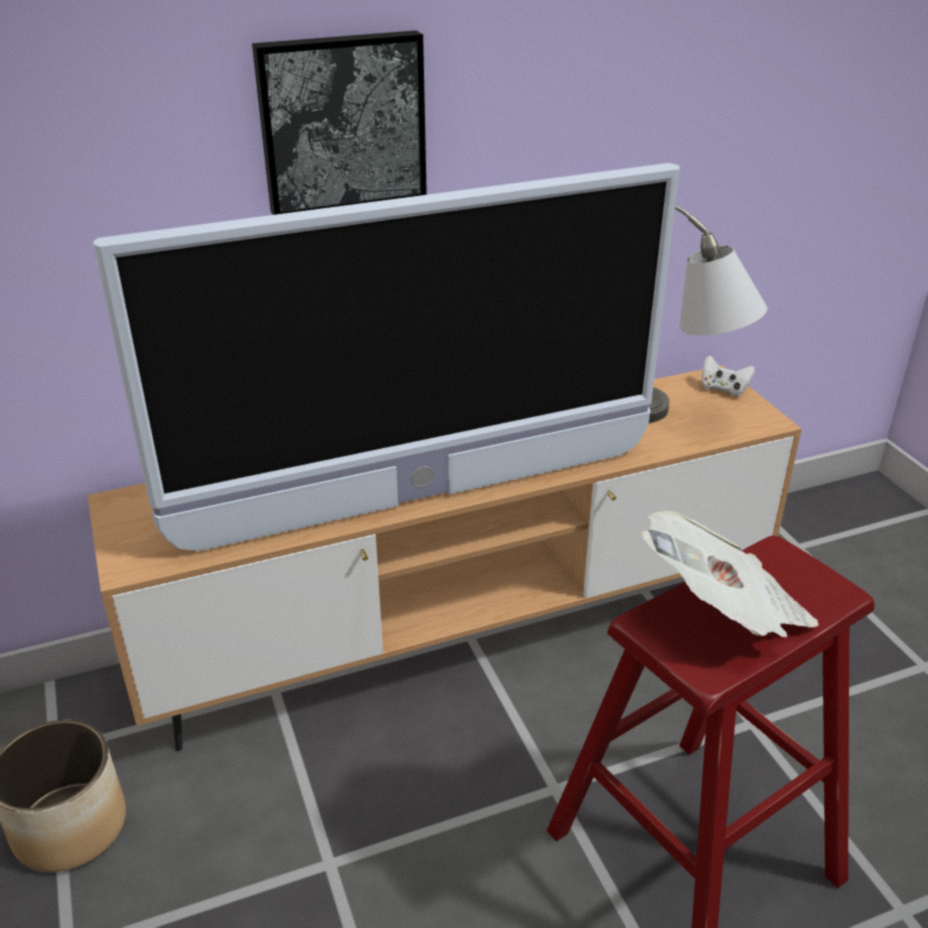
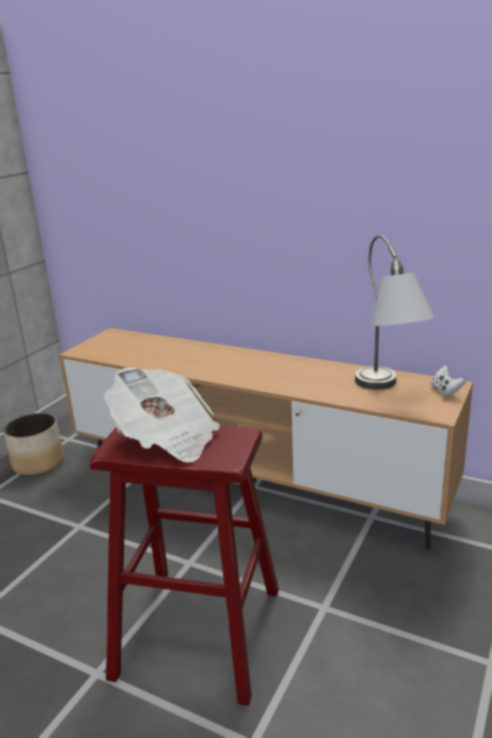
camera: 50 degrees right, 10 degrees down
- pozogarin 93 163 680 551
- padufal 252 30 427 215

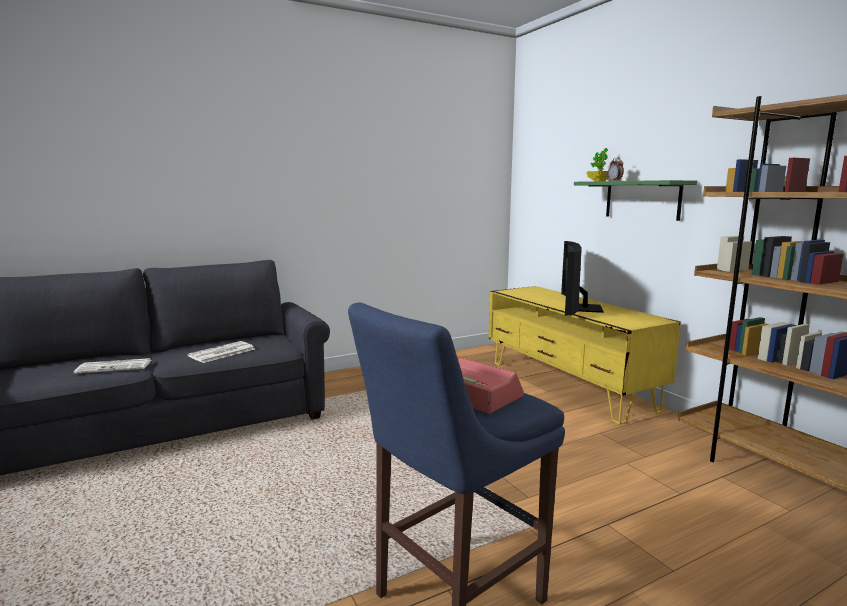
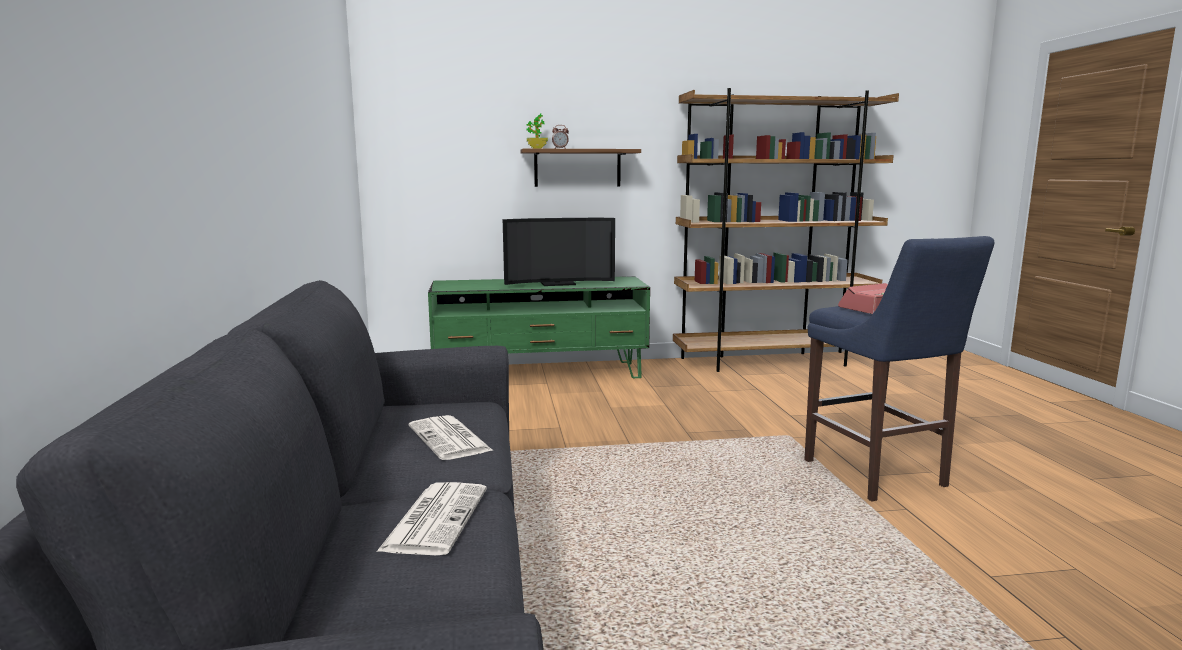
camera: 70 degrees left, 0 degrees up
~ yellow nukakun 489 286 681 424 to green nukakun 428 276 650 378
~ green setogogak 574 180 697 221 to brown setogogak 520 148 641 187
~ pozogarin 561 241 604 316 = 503 218 615 286 45 degrees counterclockwise

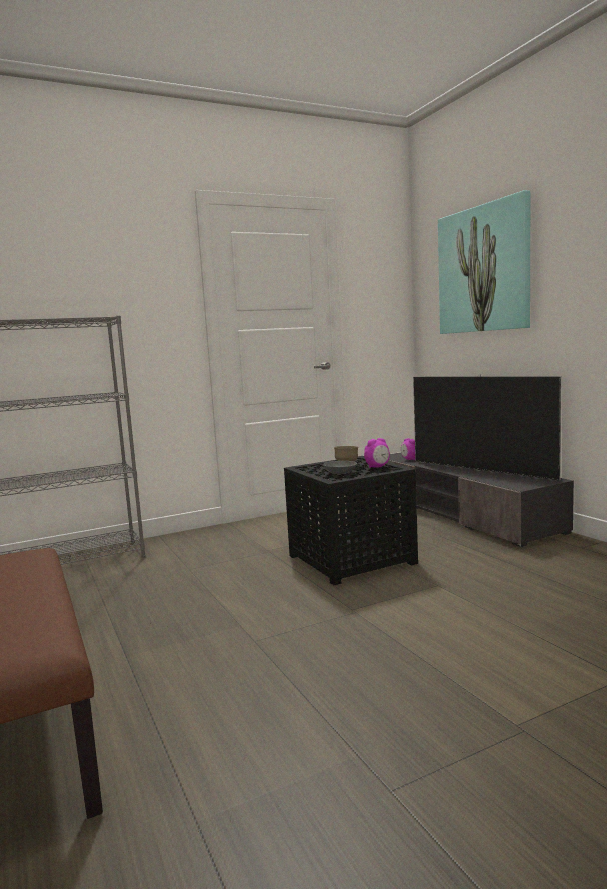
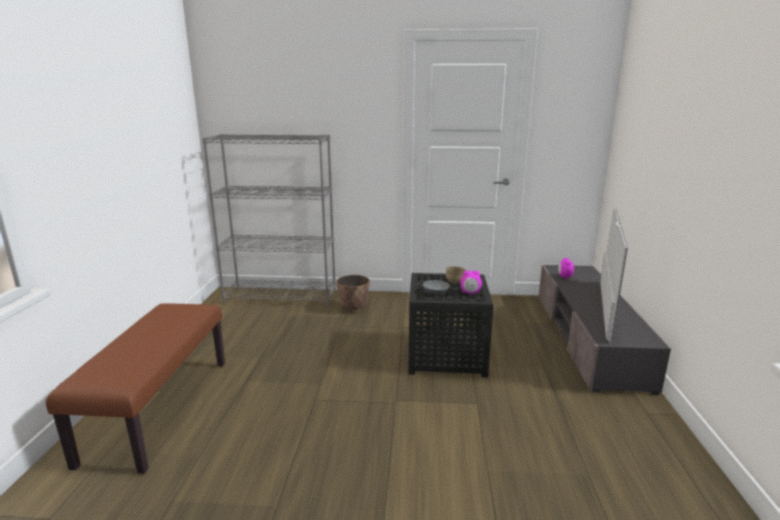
camera: 30 degrees right, 10 degrees up
- padufal 438 190 531 334
+ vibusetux 336 275 370 313
~ pozogarin 413 374 562 481 = 600 207 628 343 150 degrees counterclockwise

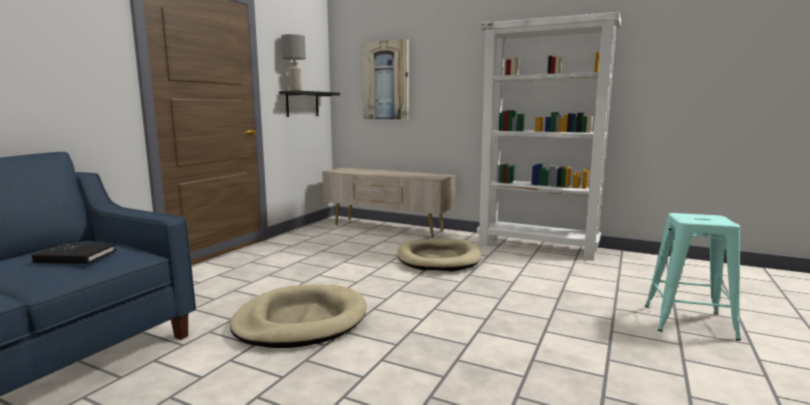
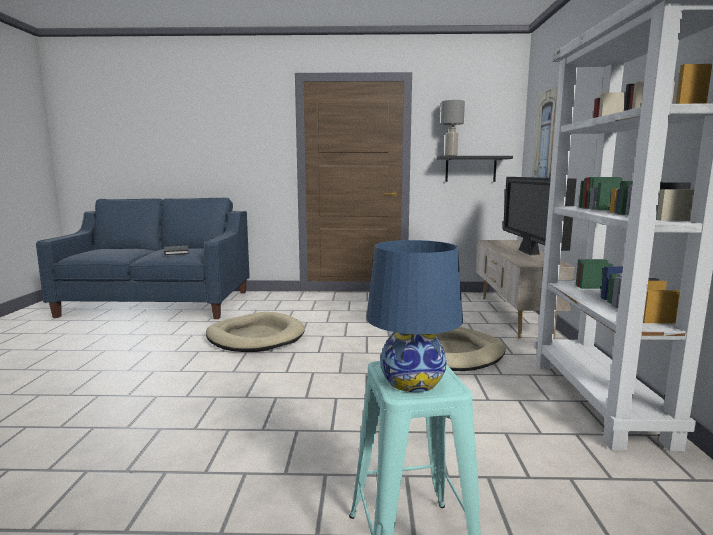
camera: 65 degrees right, 0 degrees up
+ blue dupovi 366 240 463 392
+ pozogarin 503 177 577 255

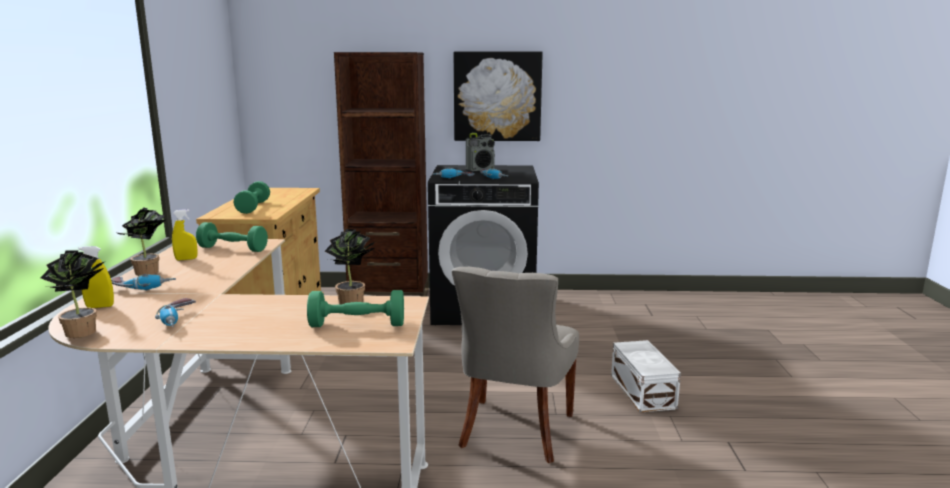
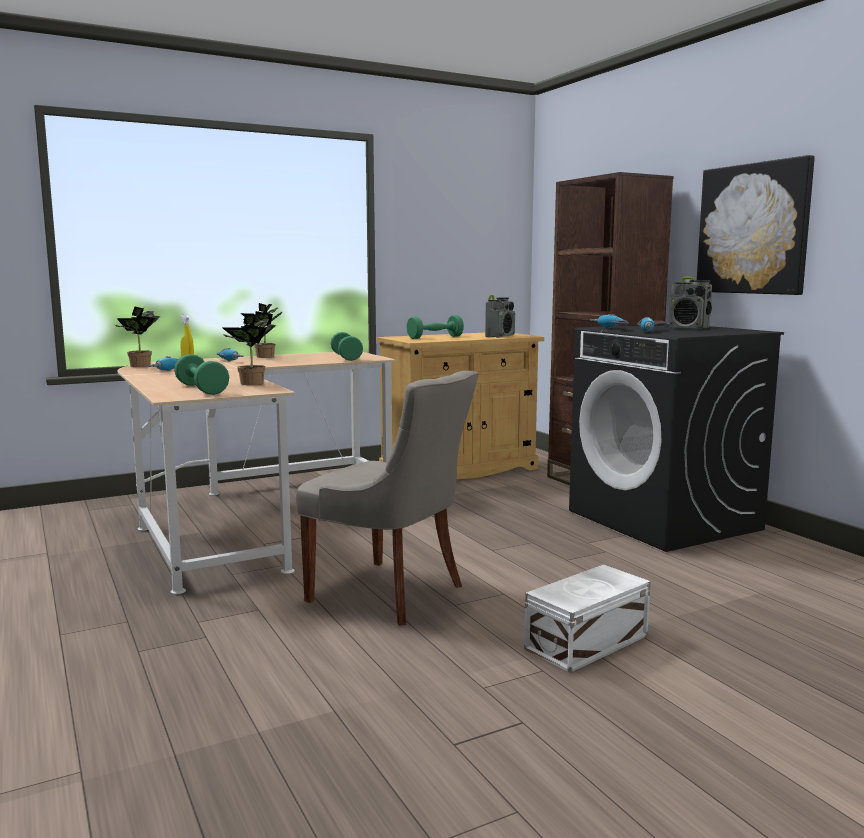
camera: 60 degrees right, 5 degrees down
- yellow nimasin 172 209 197 261
+ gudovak 485 295 515 338
~ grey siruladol 452 267 579 463 = 296 371 478 626 135 degrees counterclockwise

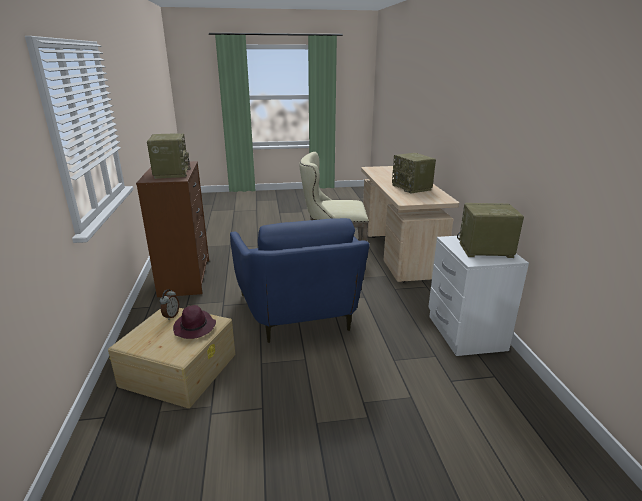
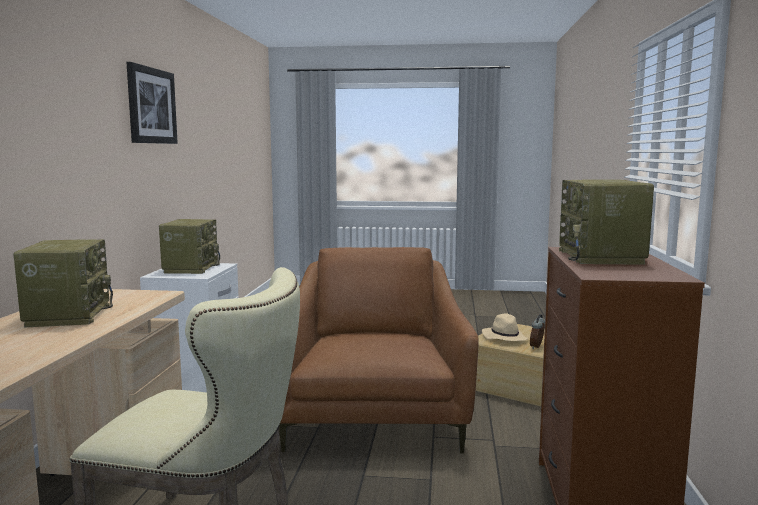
camera: 165 degrees left, 15 degrees down
+ padufal 126 62 178 144
~ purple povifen 173 305 216 339 to beige povifen 482 314 528 341
~ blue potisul 230 218 370 343 to brown potisul 279 247 479 453
~ gudovak 457 203 524 258 = 159 219 220 274 105 degrees counterclockwise

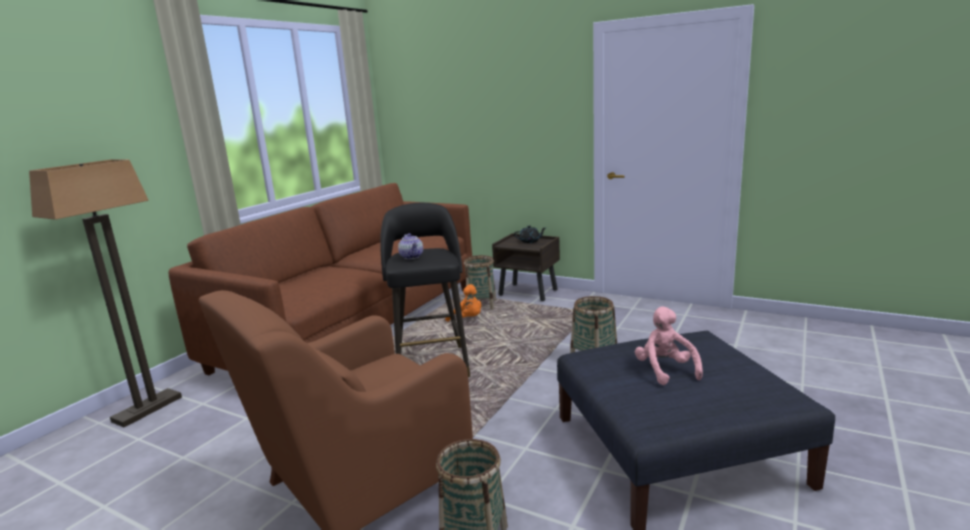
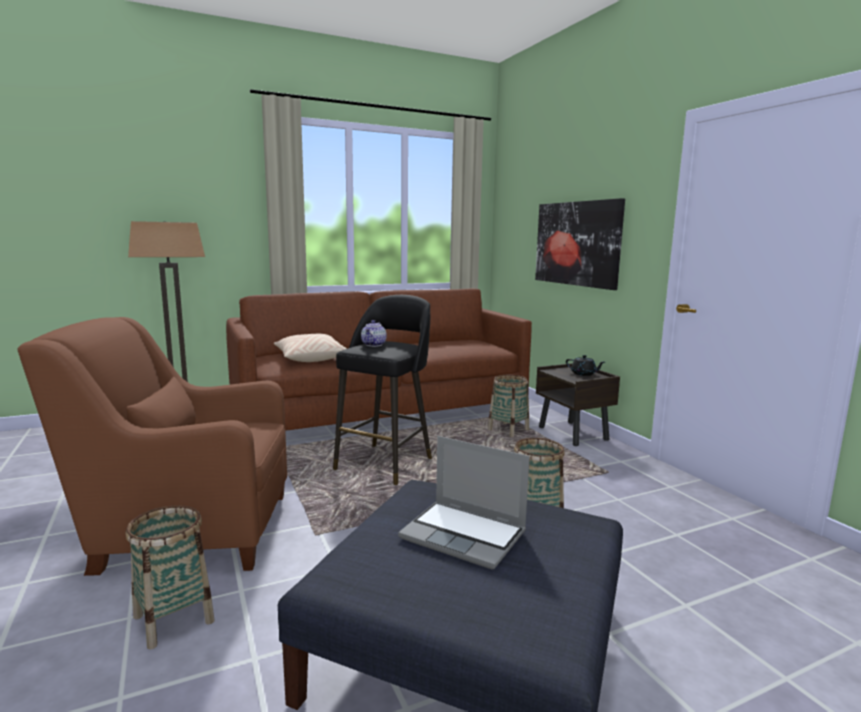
camera: 35 degrees right, 5 degrees down
- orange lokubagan 445 284 481 322
+ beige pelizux 274 334 347 362
+ padufal 535 198 625 290
~ pink lokubagan 635 307 703 385 to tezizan 398 436 530 569

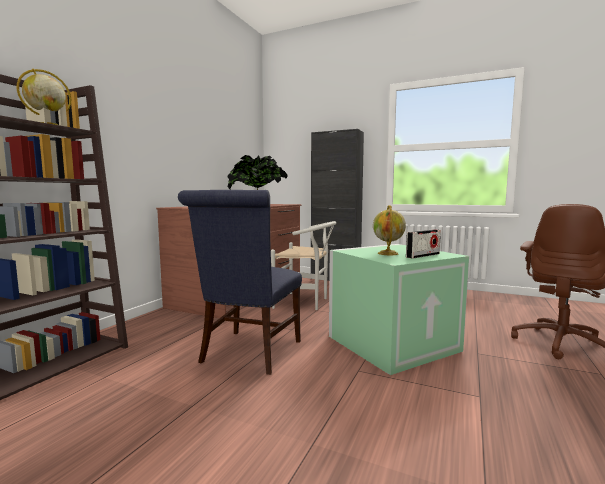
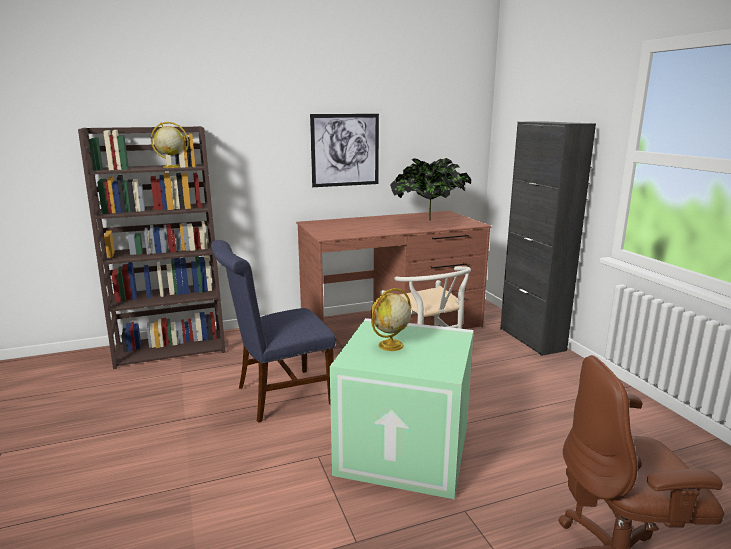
camera: 45 degrees right, 10 degrees up
- gudovak 406 229 441 259
+ padufal 310 114 379 187

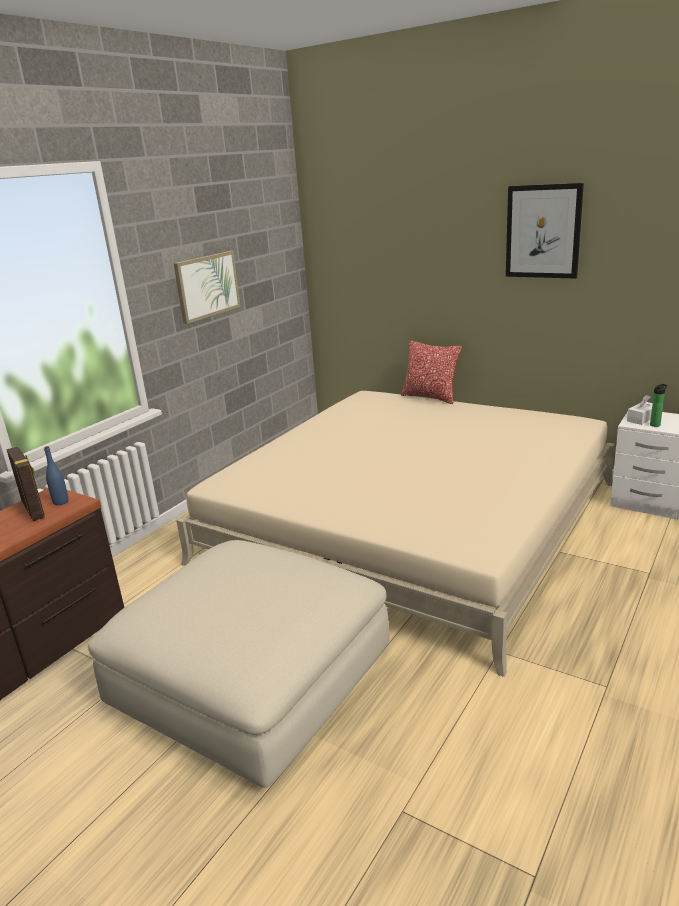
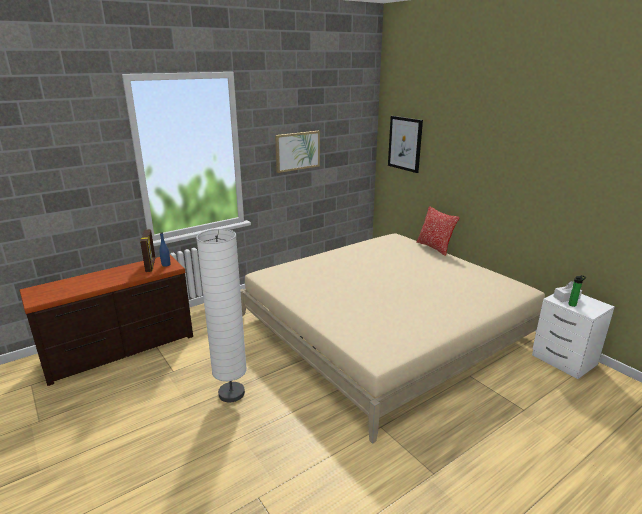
camera: 20 degrees right, 0 degrees up
~ padufal 506 183 584 279 to 388 116 423 173
~ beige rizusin 88 540 389 788 to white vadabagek 196 229 247 403

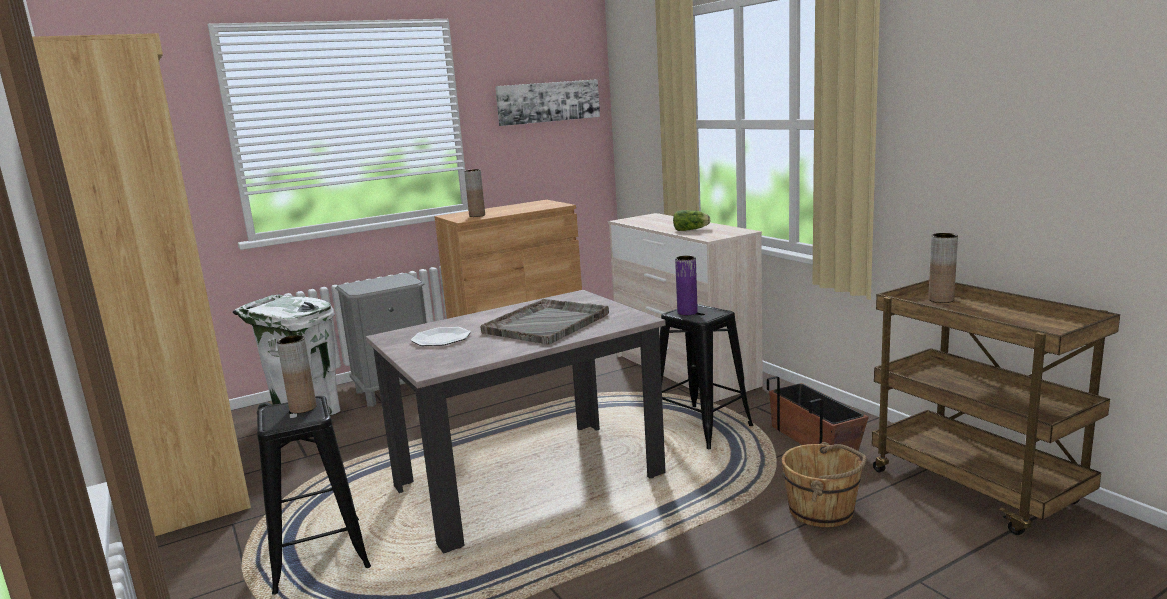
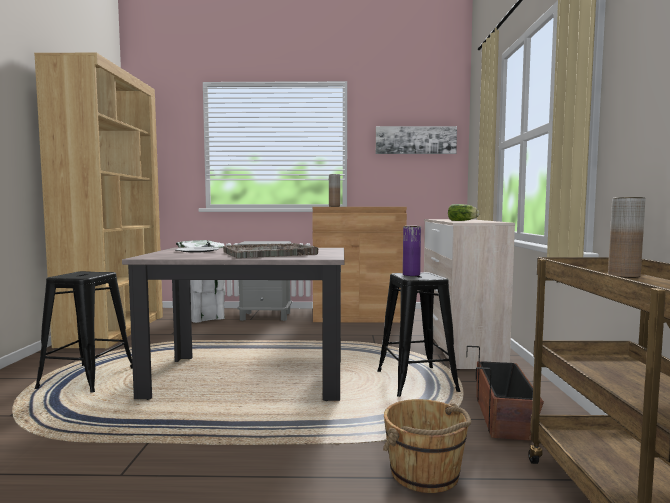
camera: 30 degrees right, 10 degrees down
- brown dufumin 277 335 317 413

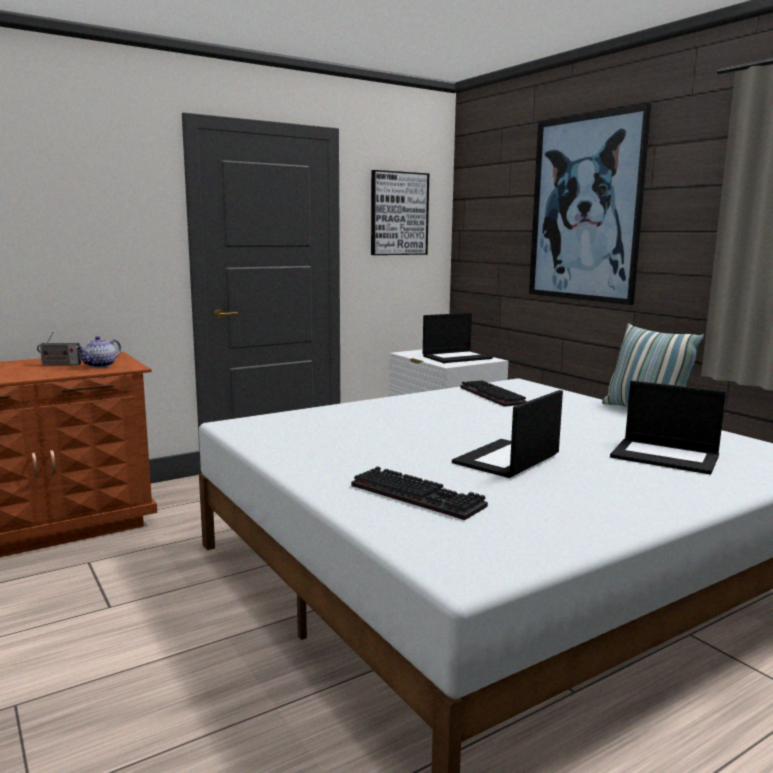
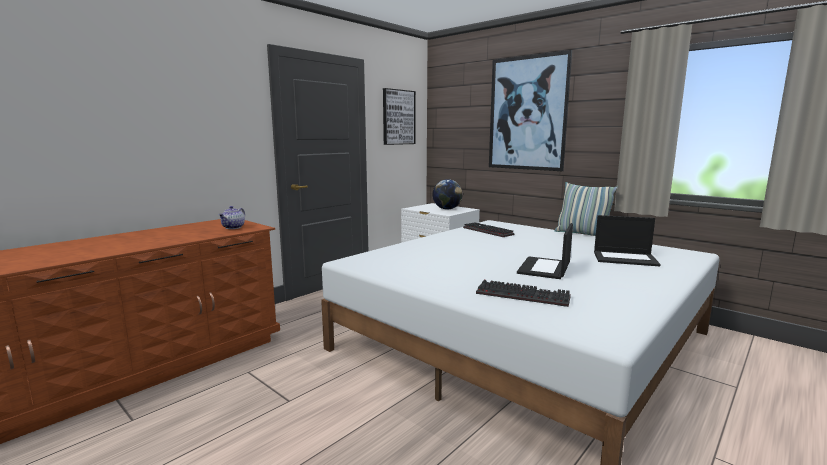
camera: 15 degrees left, 0 degrees up
- gudovak 37 332 81 365
~ tezizan 423 313 493 363 to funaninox 432 179 462 210

